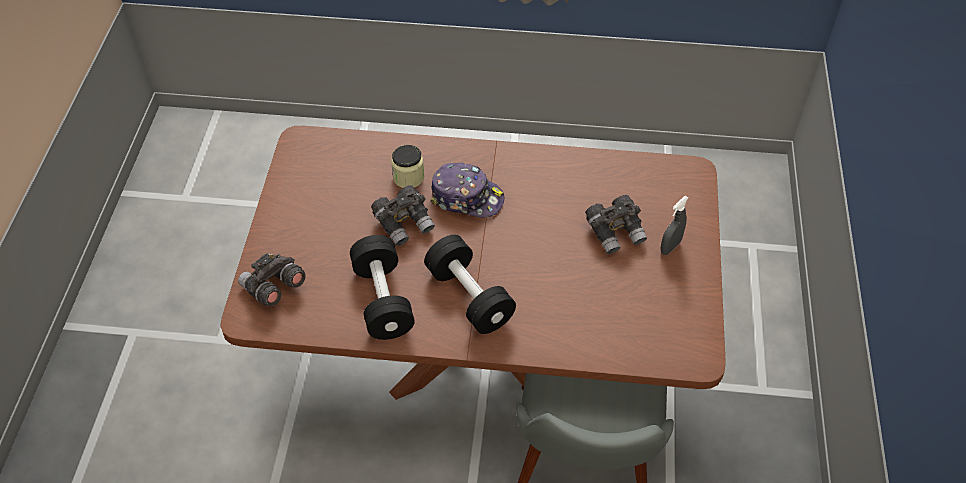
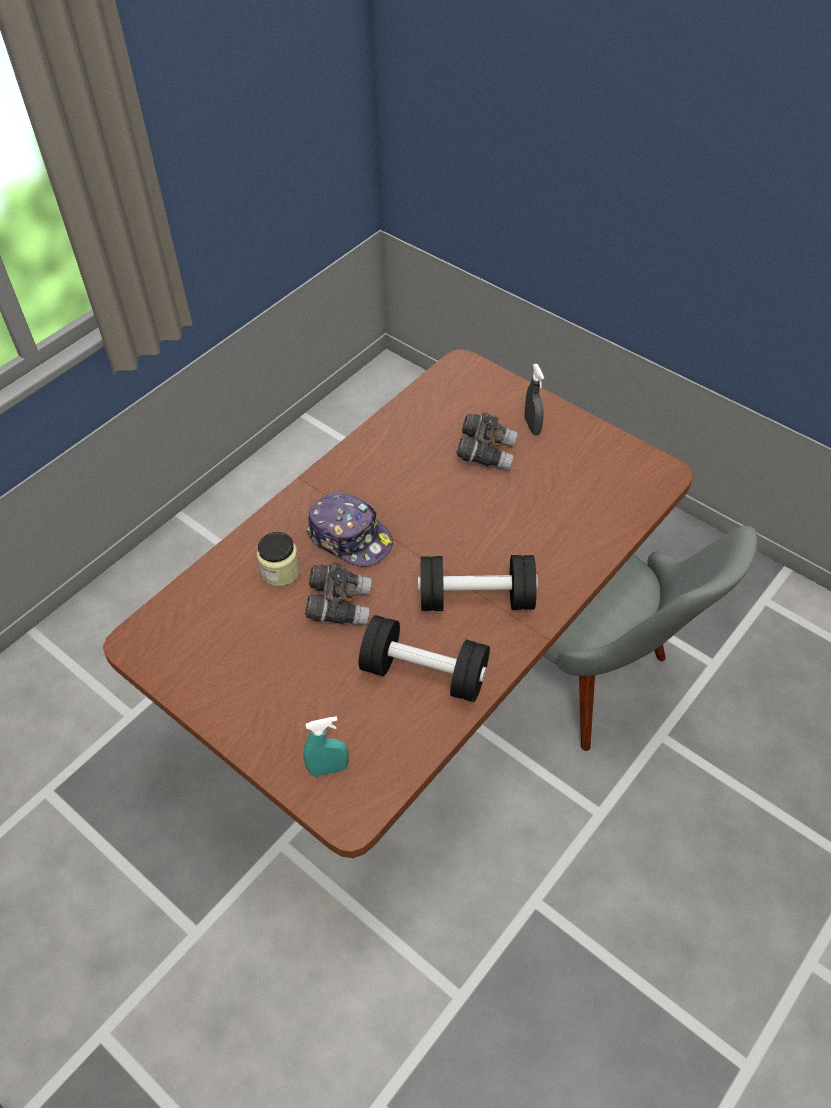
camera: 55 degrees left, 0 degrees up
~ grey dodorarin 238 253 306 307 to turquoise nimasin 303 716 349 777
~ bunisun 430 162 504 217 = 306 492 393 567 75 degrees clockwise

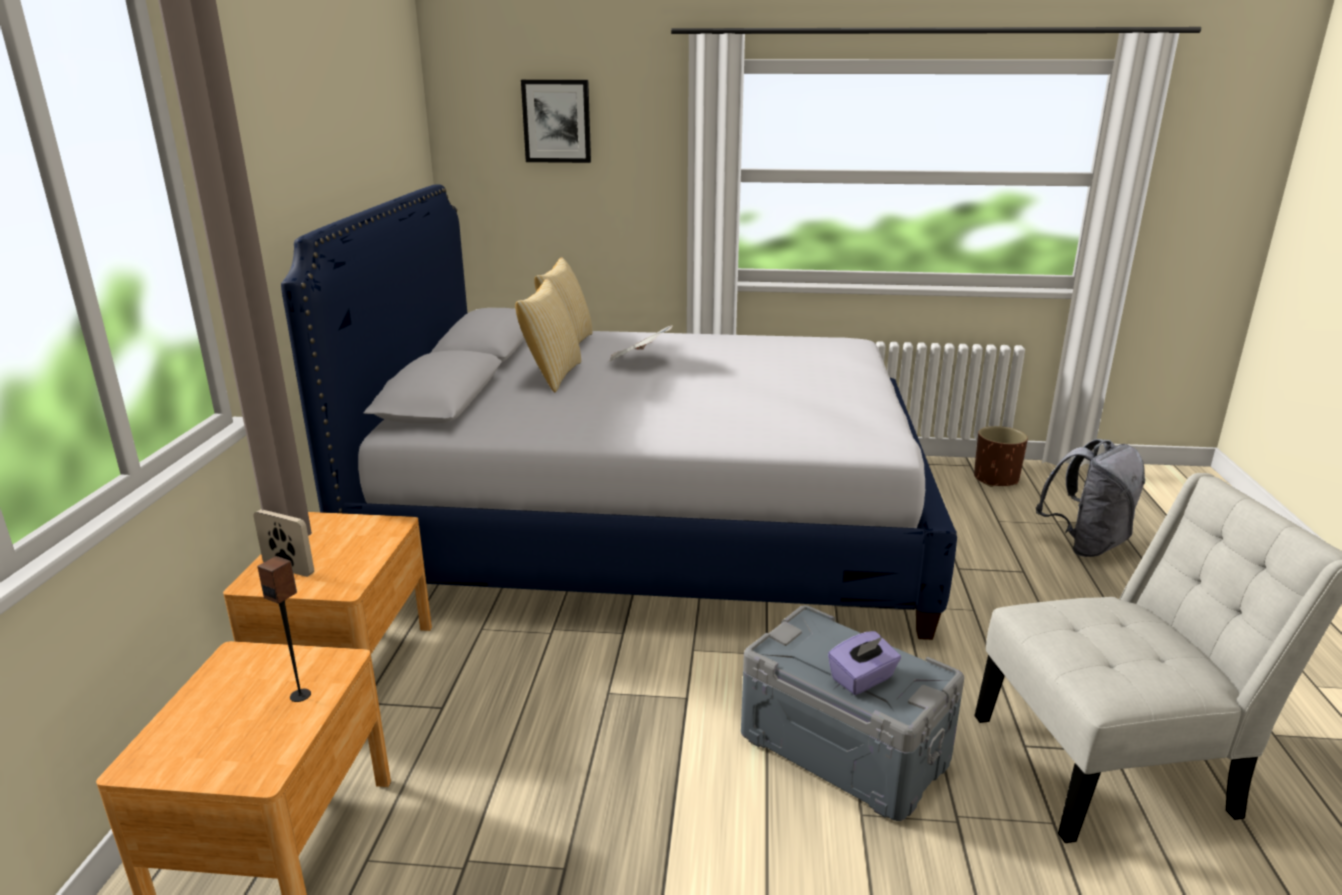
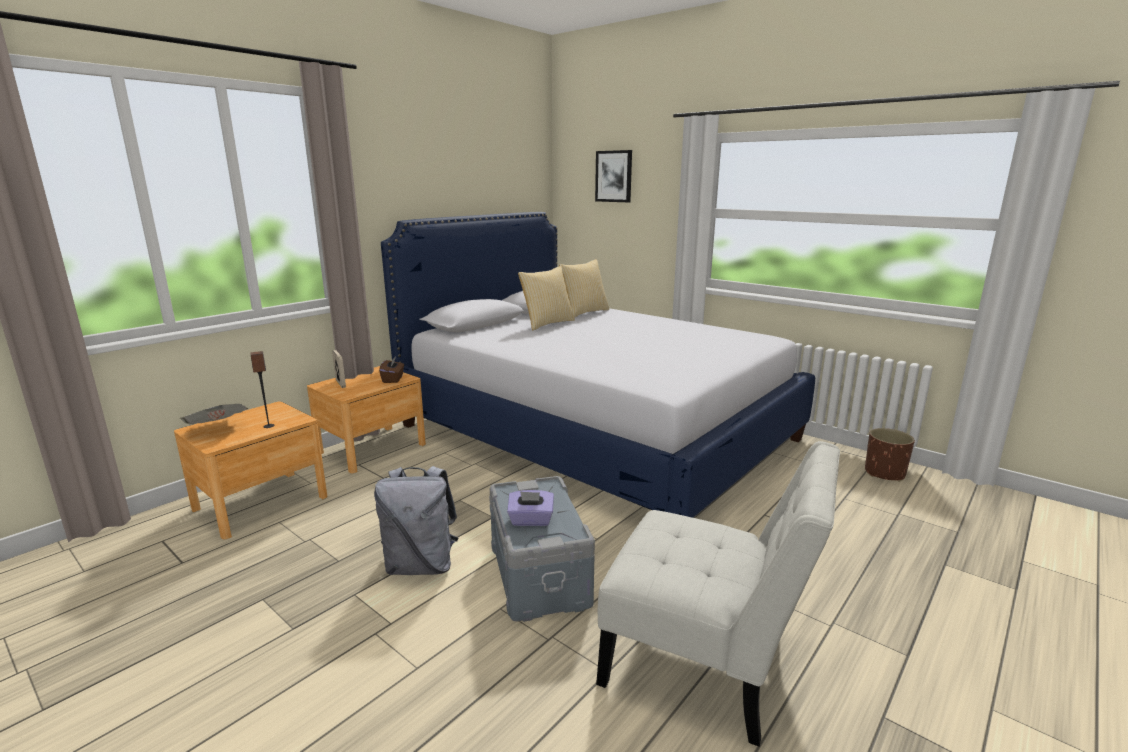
camera: 35 degrees right, 5 degrees down
+ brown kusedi 379 356 404 383
~ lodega 609 325 673 362 to 179 404 248 424
~ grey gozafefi 1036 439 1145 557 to 374 466 459 575

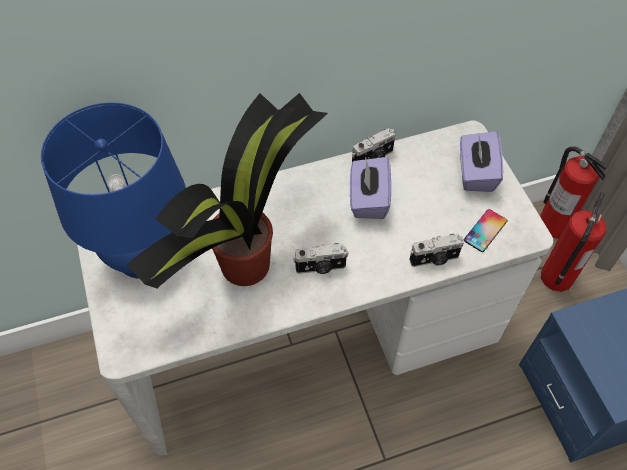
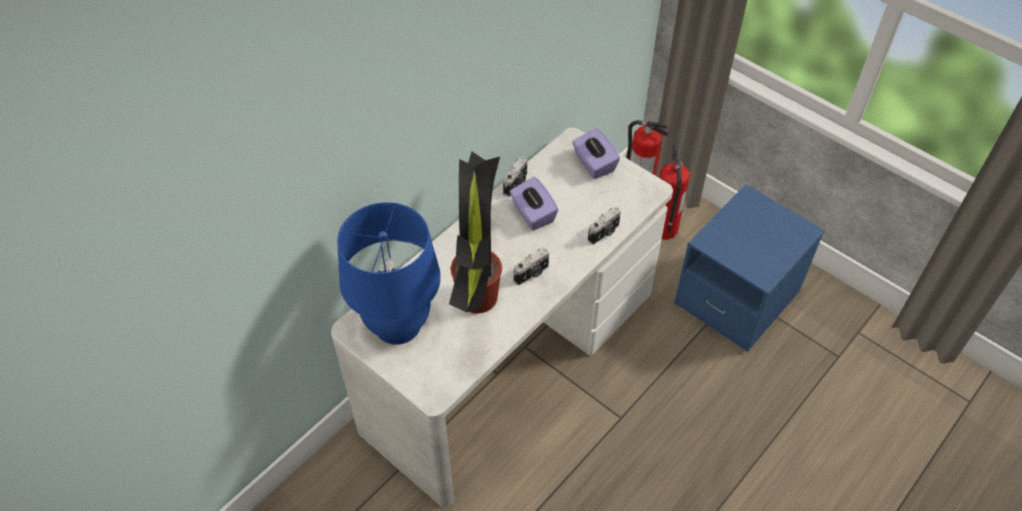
camera: 30 degrees left, 5 degrees down
- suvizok 464 209 507 252

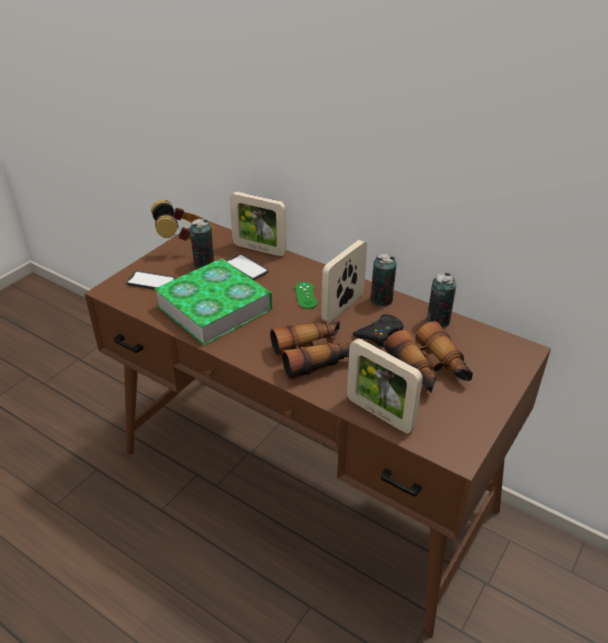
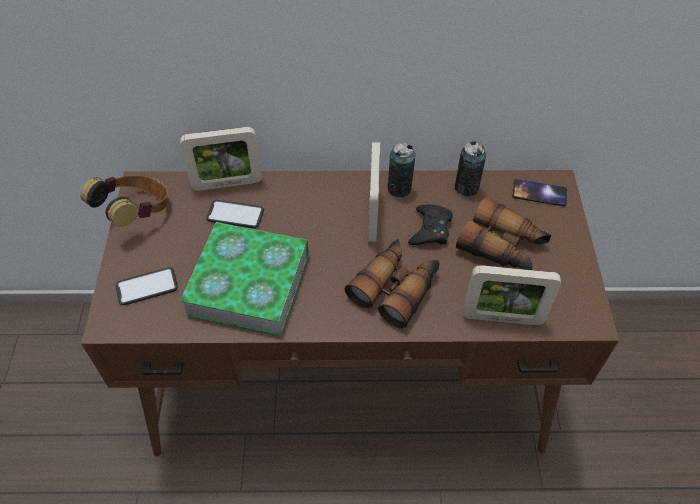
camera: 35 degrees left, 15 degrees up
- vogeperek 189 219 214 268
- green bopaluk 295 282 318 309
+ suvizok 512 179 567 206

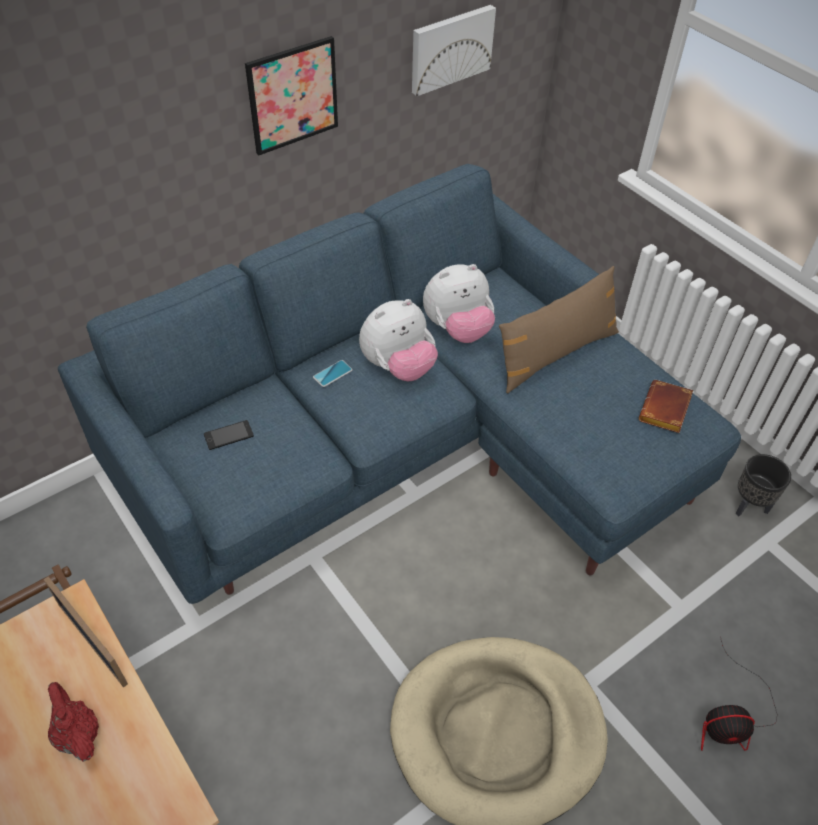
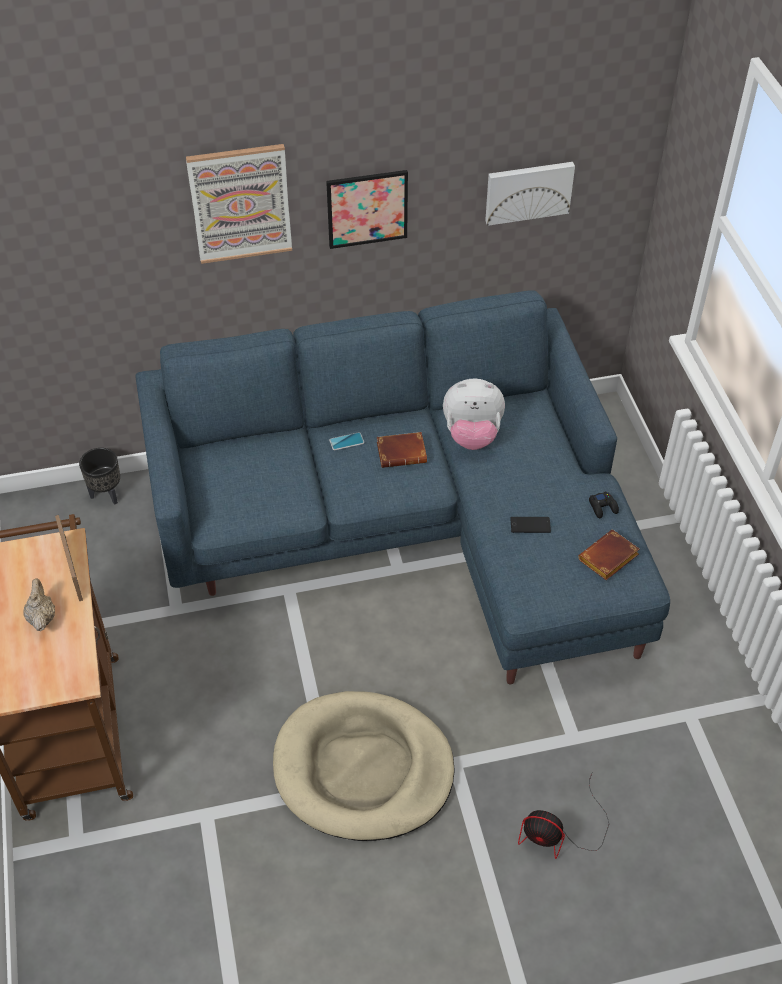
camera: 25 degrees right, 0 degrees up
- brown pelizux 499 266 619 393
+ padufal 186 144 292 264
+ black bopaluk 589 491 619 518
~ suvizok 204 420 254 450 to 510 517 551 533
~ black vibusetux 736 454 791 516 to 79 448 120 505
~ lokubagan 359 299 438 381 to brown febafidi 377 432 427 468
~ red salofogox 48 682 99 762 to beige salofogox 24 578 55 631

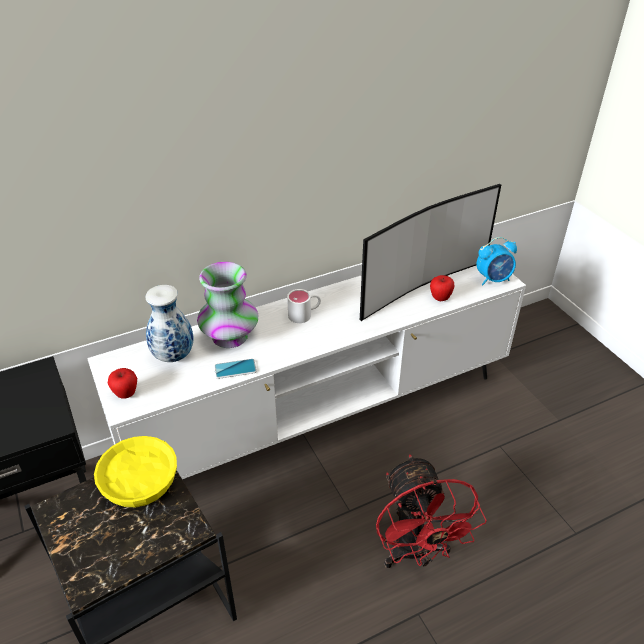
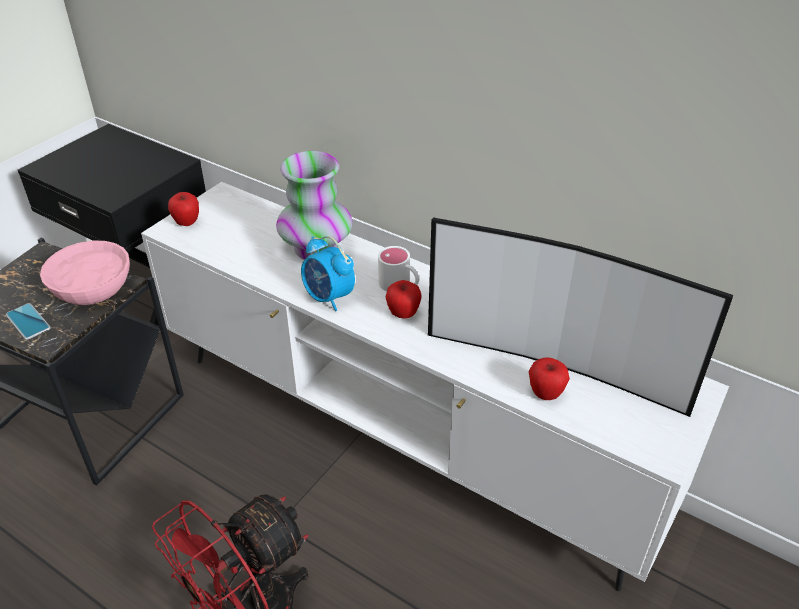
camera: 60 degrees right, 0 degrees up
- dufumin 145 285 194 362
+ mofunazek 386 280 422 319
~ suvizok 214 359 257 379 to 6 303 51 340
~ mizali 477 237 517 286 to 301 236 355 311
~ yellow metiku 94 436 177 507 to pink metiku 40 241 130 305

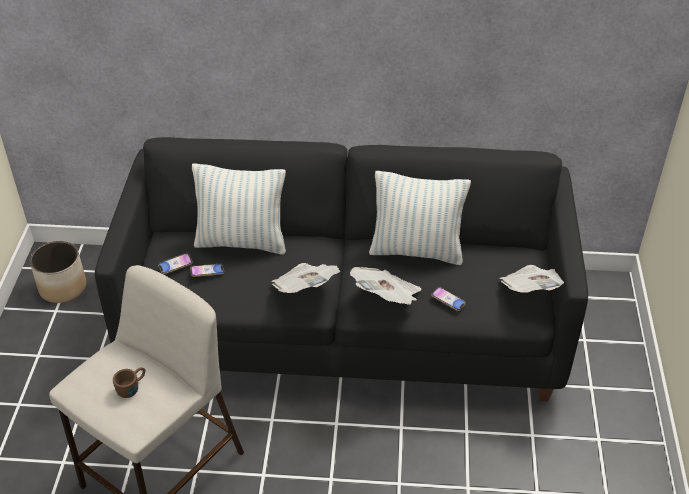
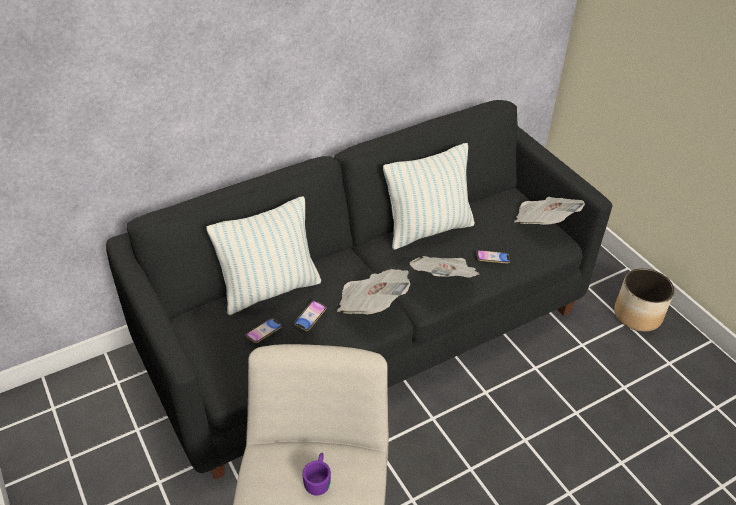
camera: 35 degrees left, 0 degrees up
~ vibusetux 30 241 86 303 to 614 268 674 331
~ suvizok 158 253 193 274 to 294 300 327 331
~ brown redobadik 113 368 145 398 to purple redobadik 303 453 331 495

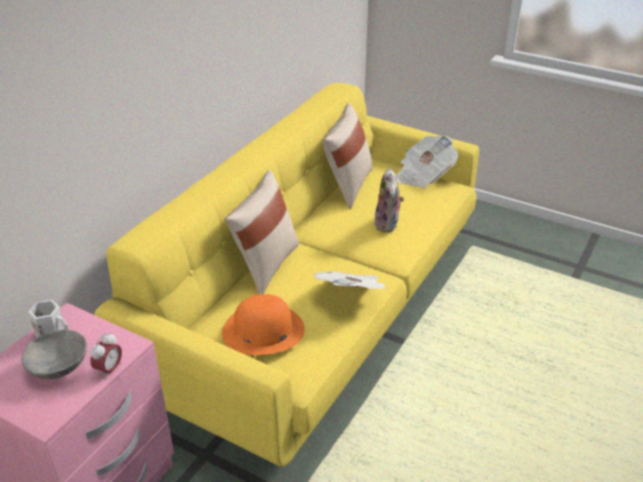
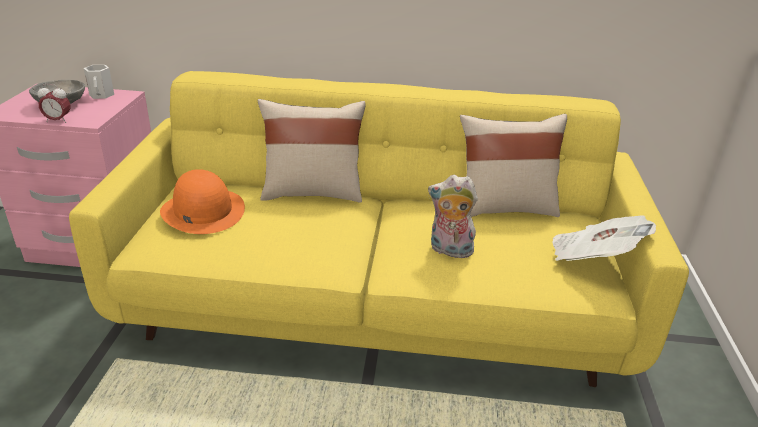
camera: 65 degrees right, 5 degrees down
- lodega 314 271 387 289
~ lokubagan 375 168 404 232 = 428 174 478 258 45 degrees clockwise

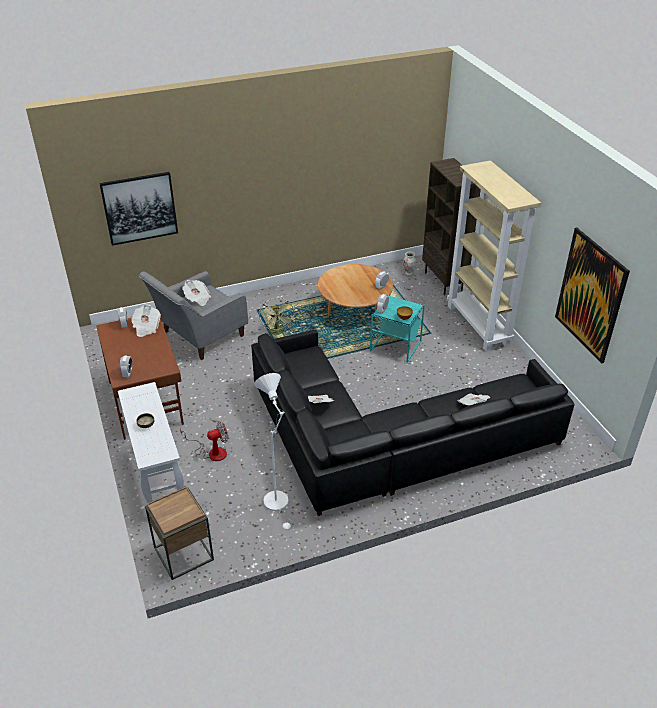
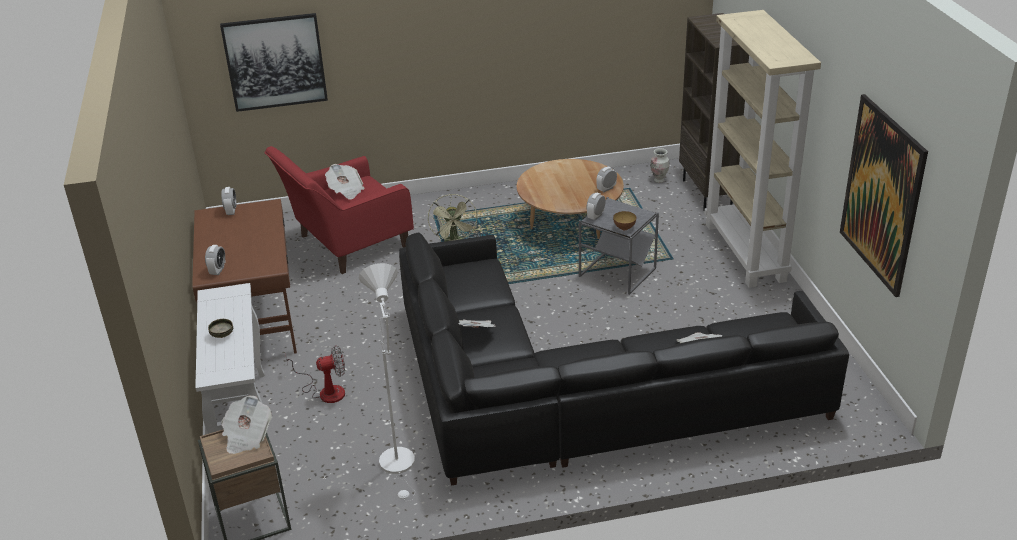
camera: 10 degrees right, 5 degrees down
~ lodega 131 304 161 337 to 221 396 272 454
~ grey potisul 139 271 248 360 to red potisul 264 146 414 274
~ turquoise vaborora 370 294 425 363 to grey vaborora 579 197 659 295

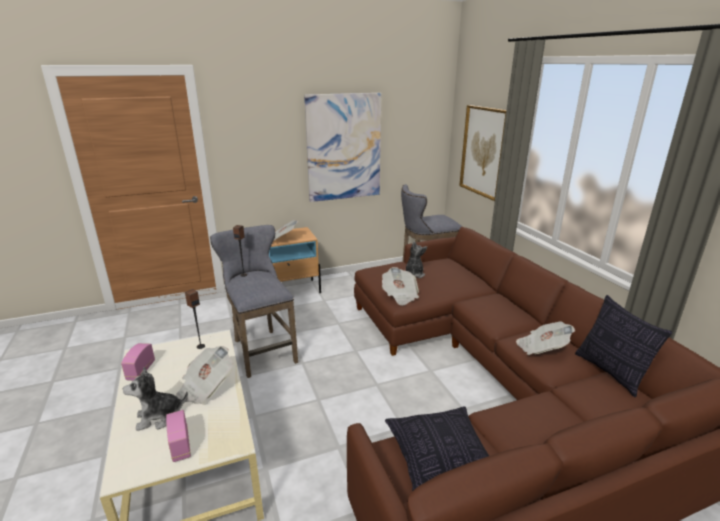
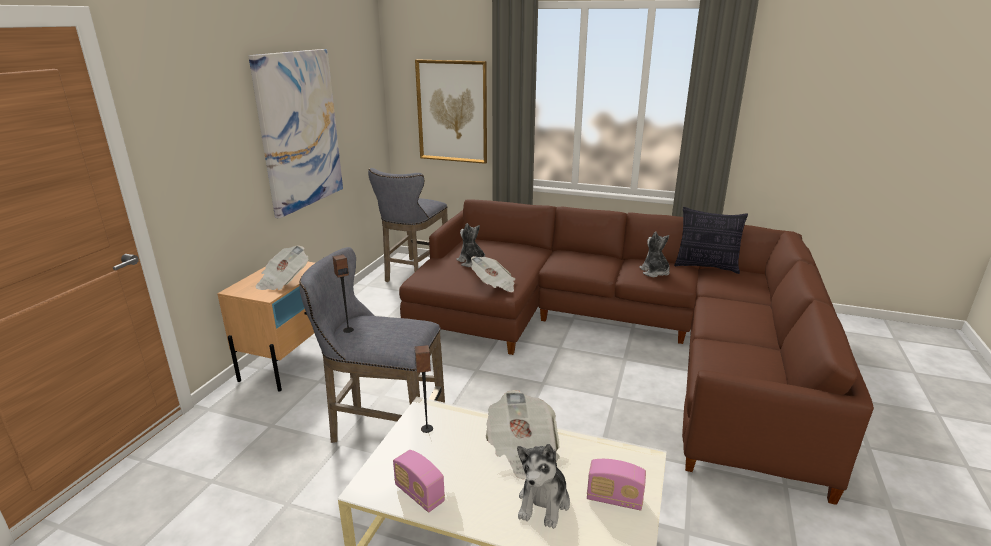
camera: 50 degrees left, 0 degrees up
- pelizux 385 406 489 491
~ lodega 516 321 575 355 to lokubagan 639 231 670 277

